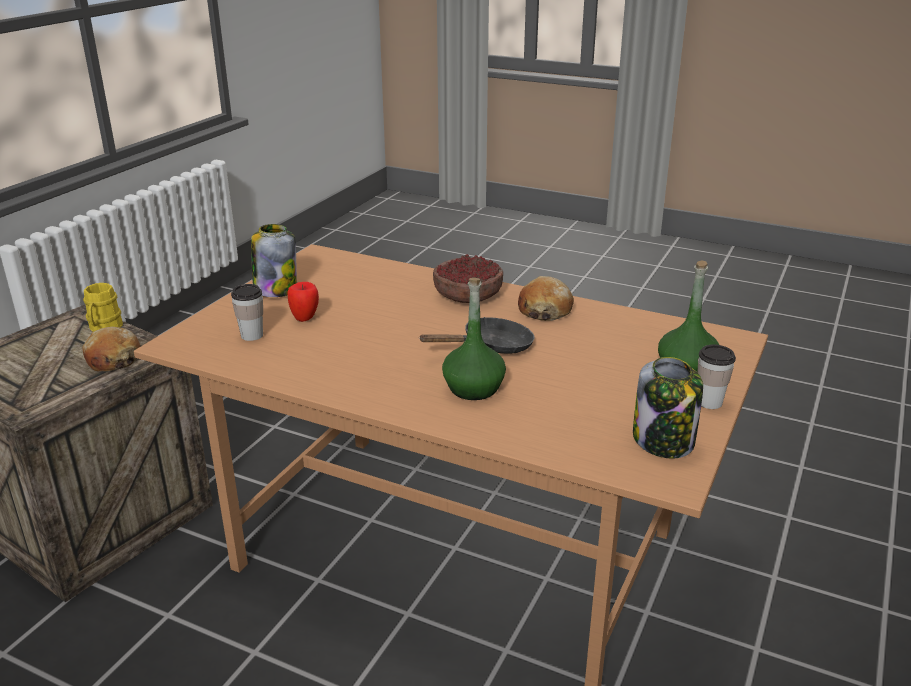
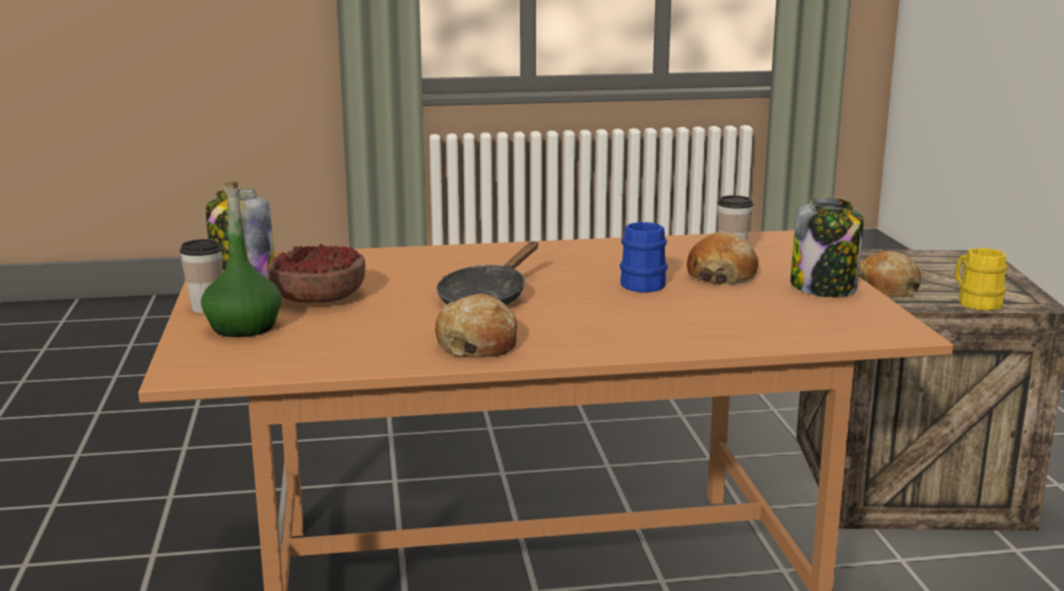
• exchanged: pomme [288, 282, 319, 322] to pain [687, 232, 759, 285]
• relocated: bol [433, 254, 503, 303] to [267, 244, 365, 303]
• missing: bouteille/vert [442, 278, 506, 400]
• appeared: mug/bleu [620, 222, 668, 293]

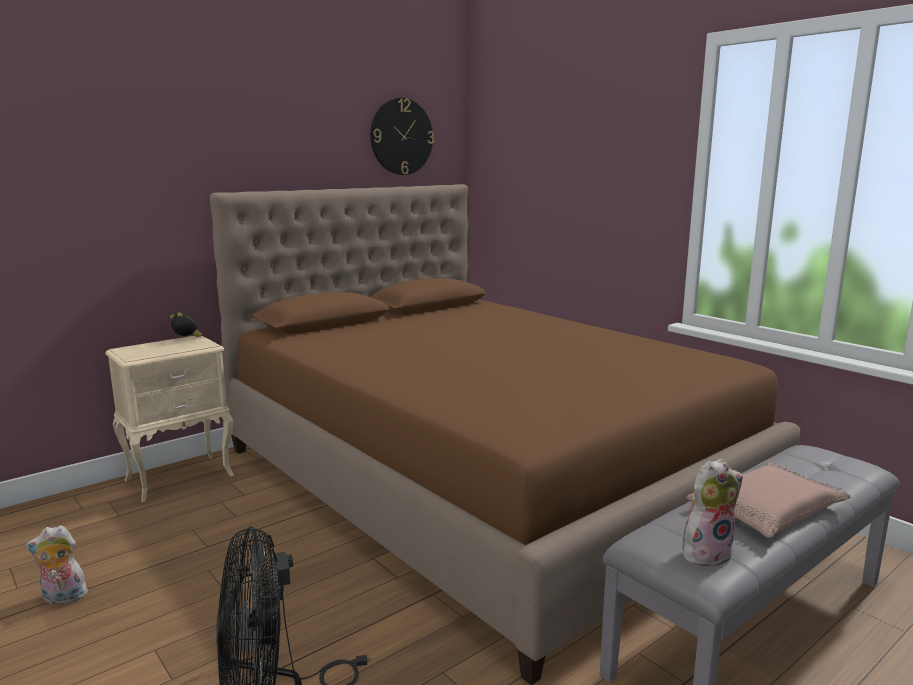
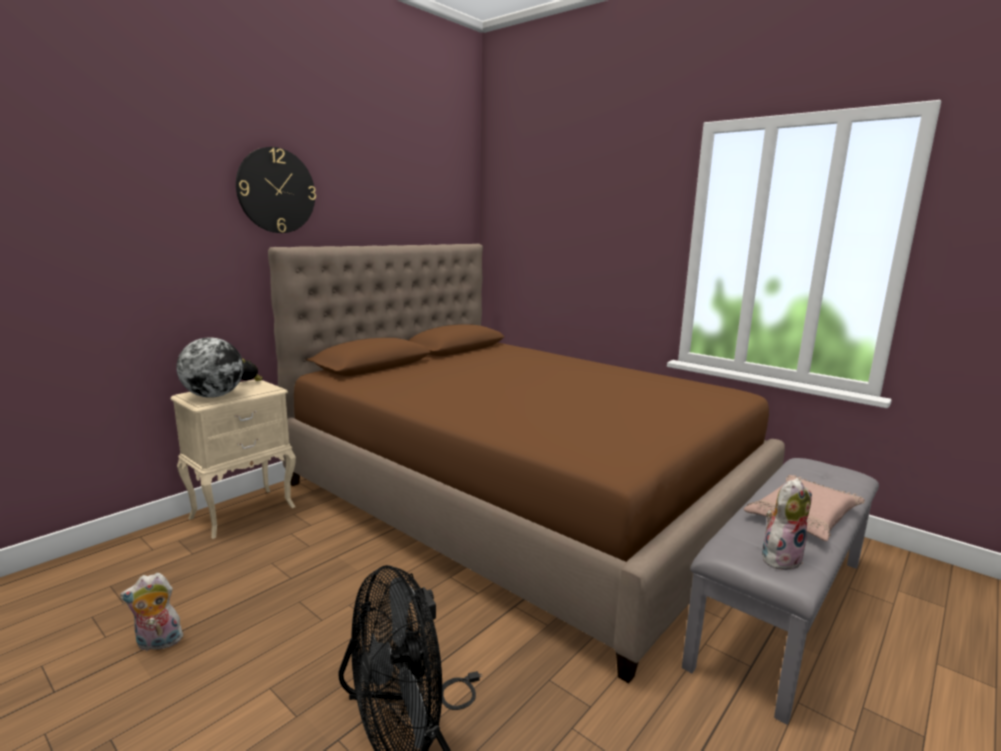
• relocated: horloge murale [370, 98, 434, 175] to [236, 147, 316, 233]
• appeared: globe [176, 337, 244, 398]

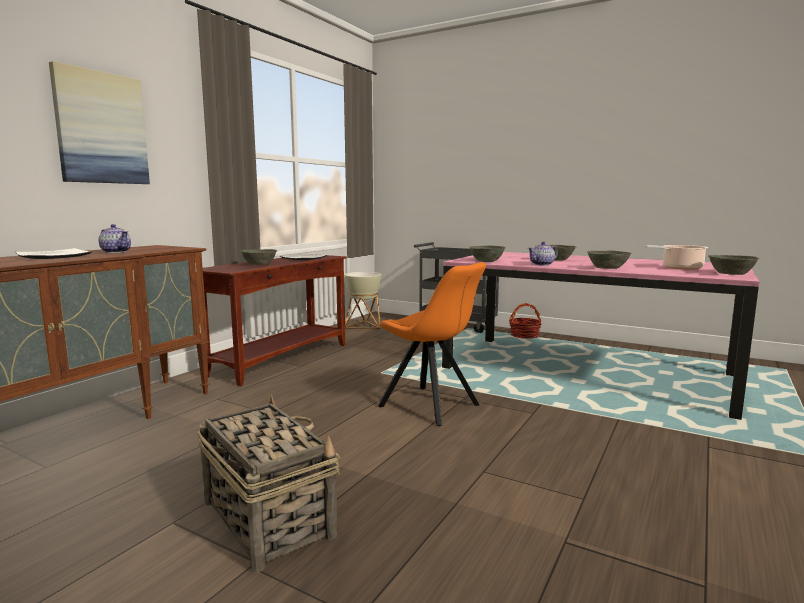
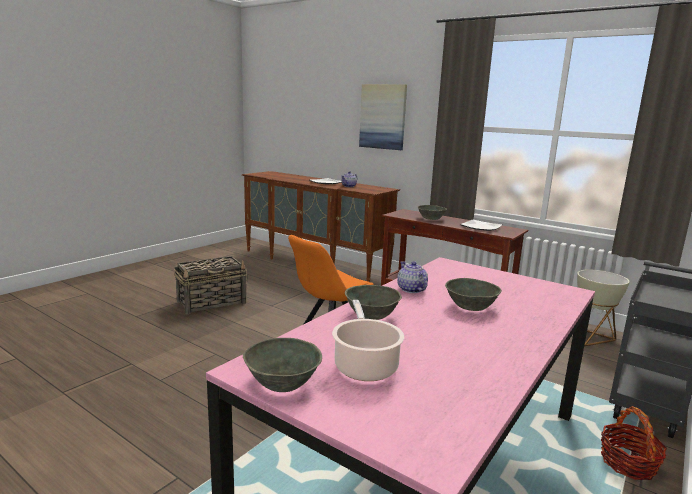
• missing: bol/gris [469, 246, 506, 262]

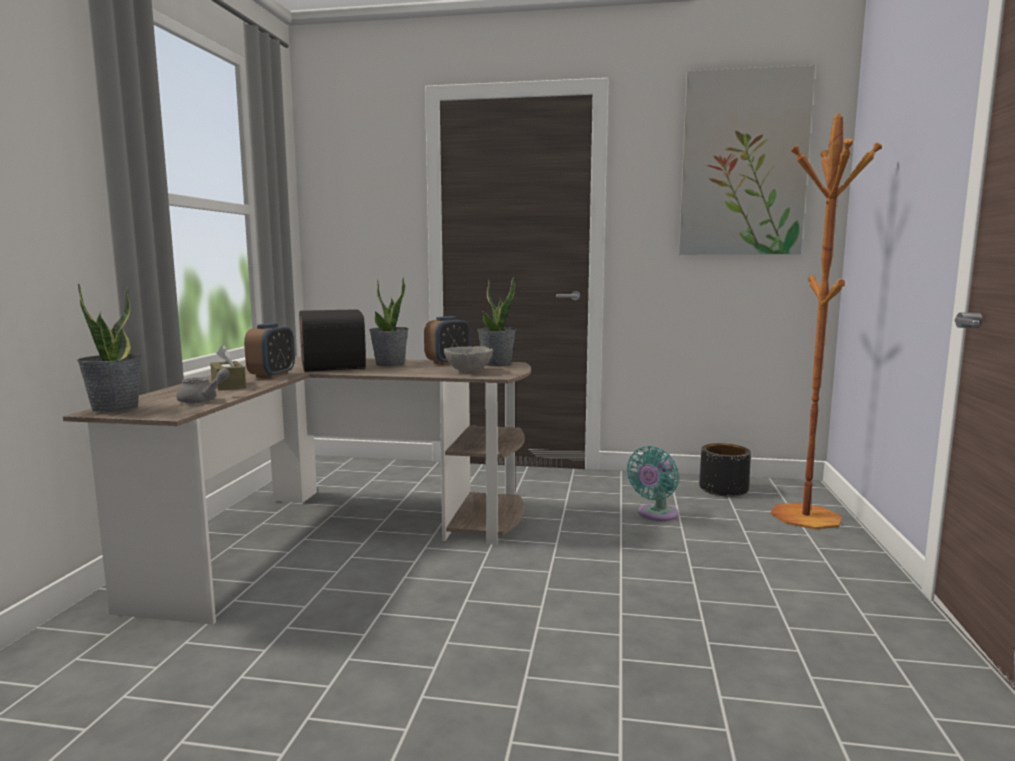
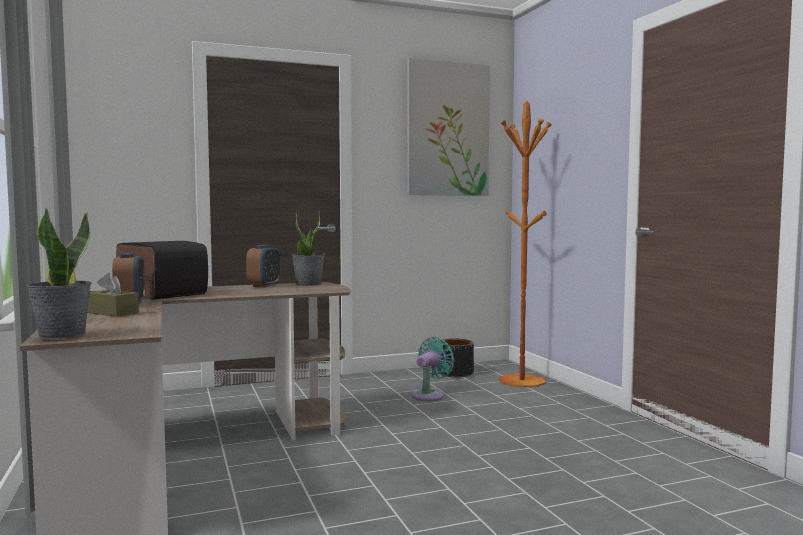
• missing: théière/gris [176, 368, 230, 404]
• missing: plante en pot [369, 277, 409, 366]
• missing: bol/gris [444, 346, 493, 372]
• spun: ventilateur/turquoise [627, 446, 679, 521] = [412, 337, 454, 401] 150 degrees counterclockwise

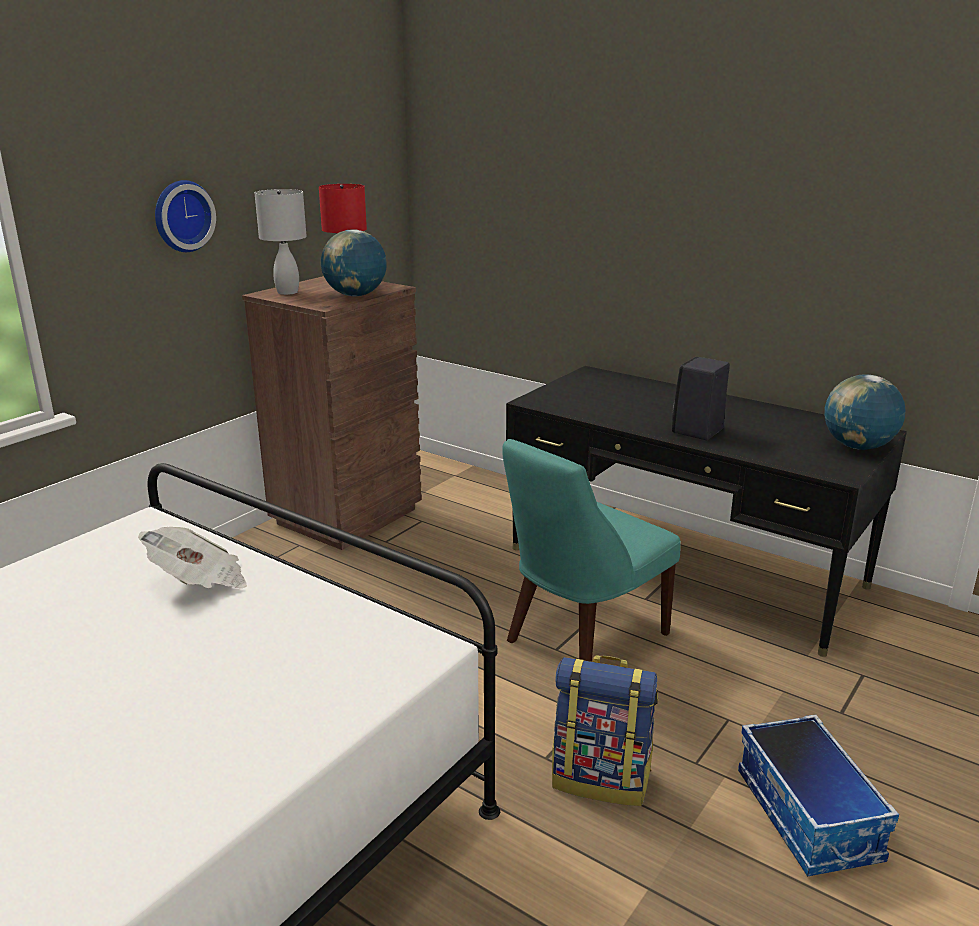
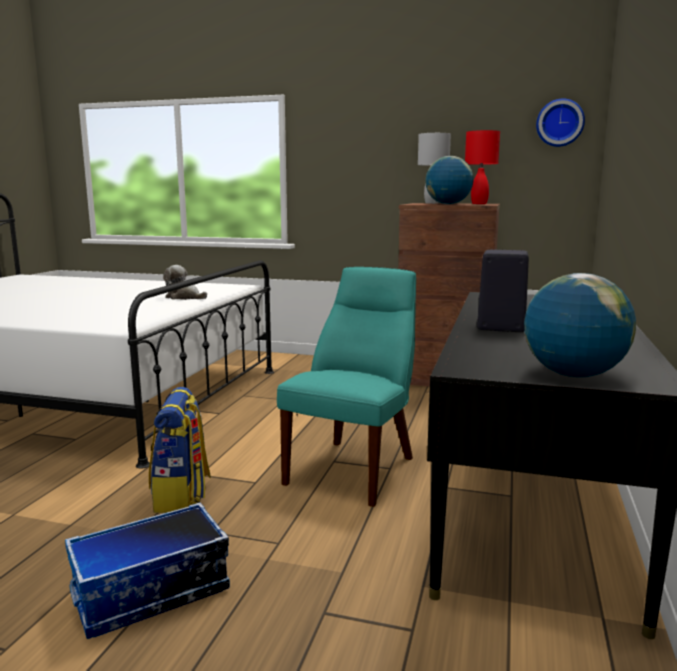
• exchanged: journal [138, 527, 247, 588] to peluche [163, 265, 207, 300]
• relocated: horloge murale [155, 180, 216, 252] to [536, 98, 585, 147]
• spun: chaise/turquoise [502, 439, 681, 662] = [277, 267, 416, 507] 90 degrees clockwise

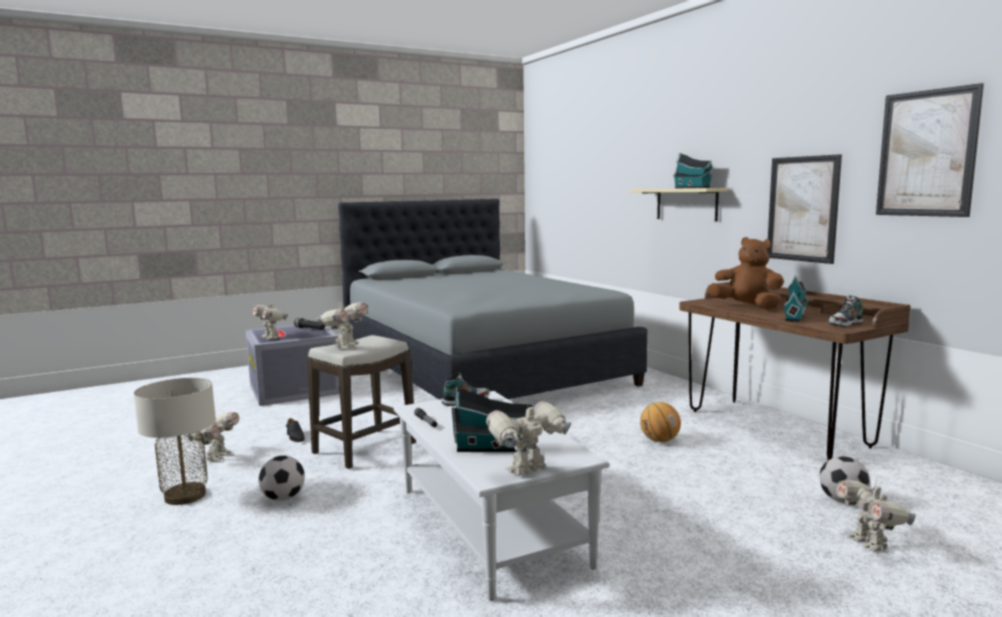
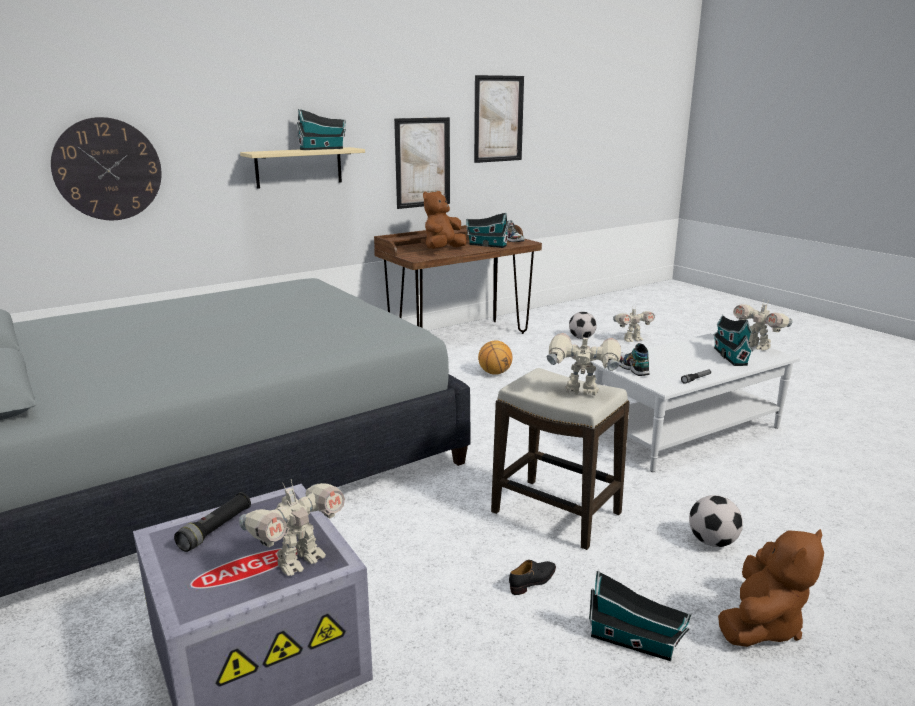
• exchanged: lampe de table [133, 378, 216, 505] to peluche/marron [718, 529, 824, 647]
• exchanged: robot jouet [186, 412, 239, 462] to maison miniature [589, 570, 692, 661]
• appeared: horloge murale [51, 117, 162, 220]

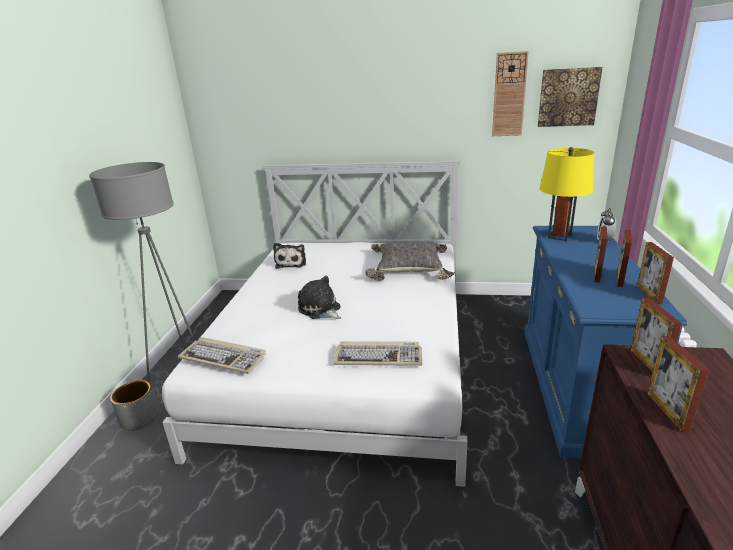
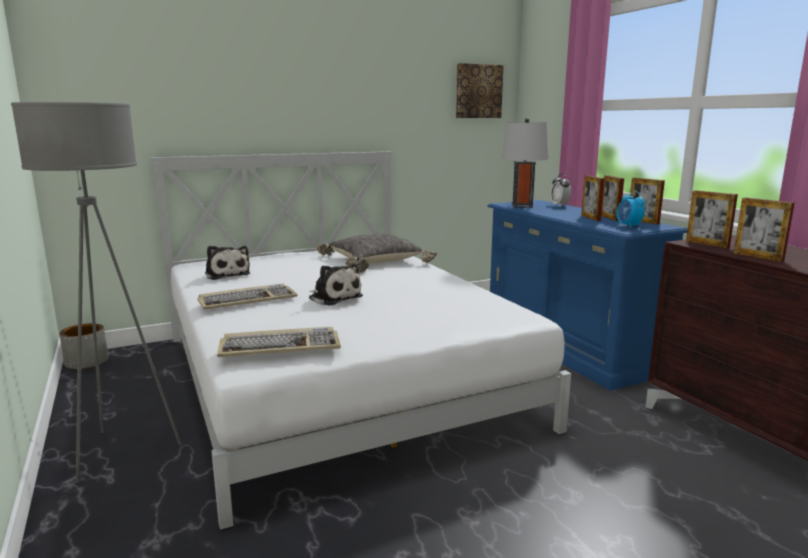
• relocated: cache-pot/gris [110, 380, 160, 431] to [59, 323, 108, 369]
• spun: peluche [298, 276, 341, 319] = [309, 263, 363, 306] 150 degrees counterclockwise
• relocated: clavier [334, 341, 422, 366] to [198, 284, 297, 310]
• missing: horloge murale [492, 51, 529, 136]
• colour: lampe de table/jaune [539, 147, 594, 241] to lampe de table/gris [501, 118, 549, 208]
• appeared: réveil [616, 191, 645, 228]

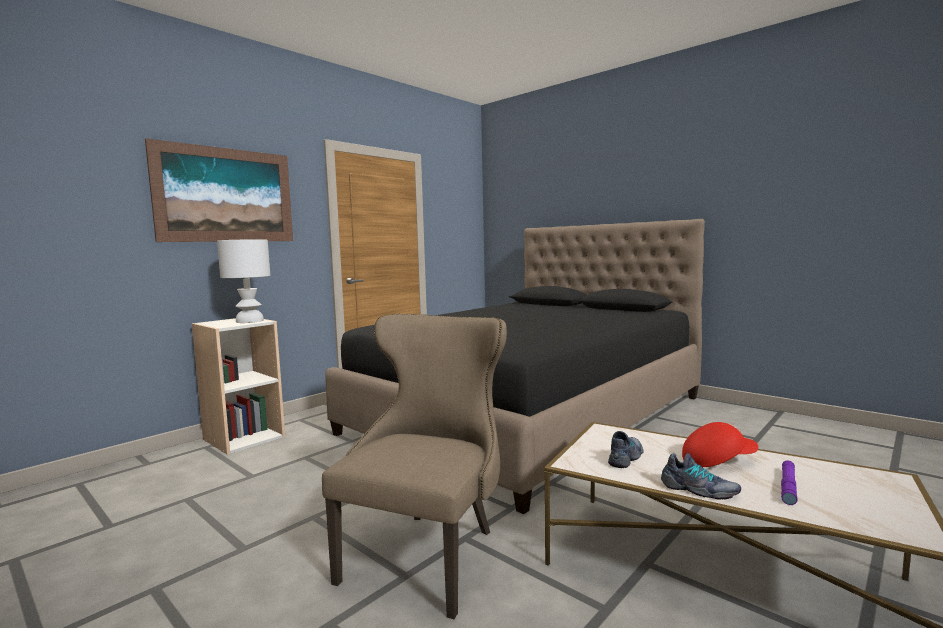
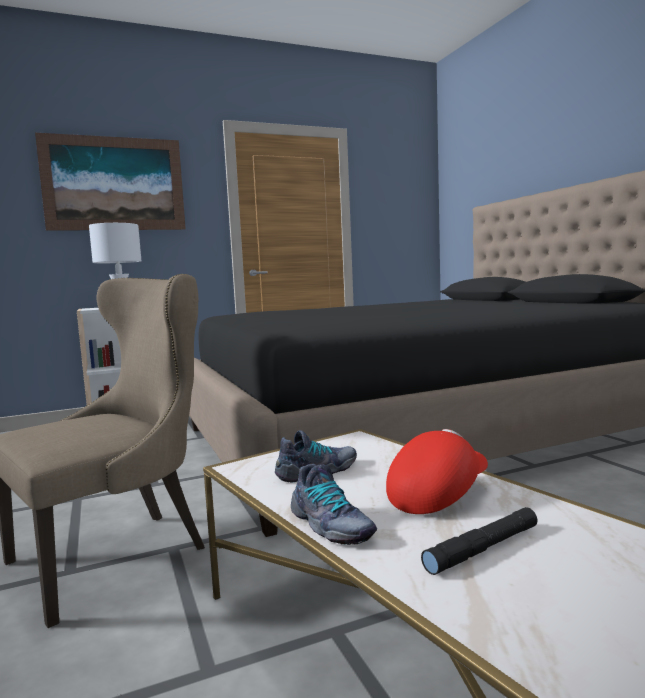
• spun: casquette/rouge [682, 422, 758, 467] = [386, 429, 488, 514] 60 degrees counterclockwise
• colour: lampe de poche/violet [781, 460, 798, 505] to lampe de poche/noir [421, 507, 538, 575]

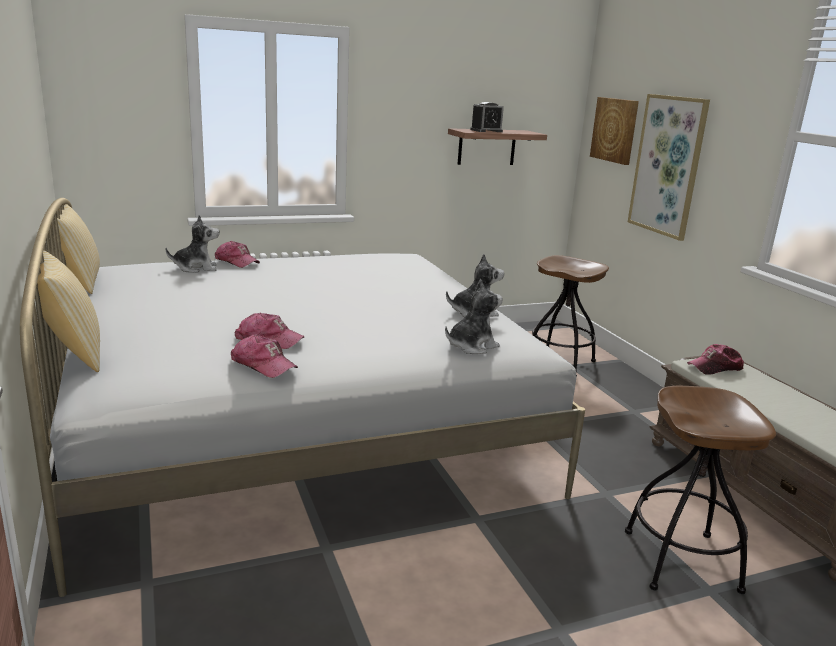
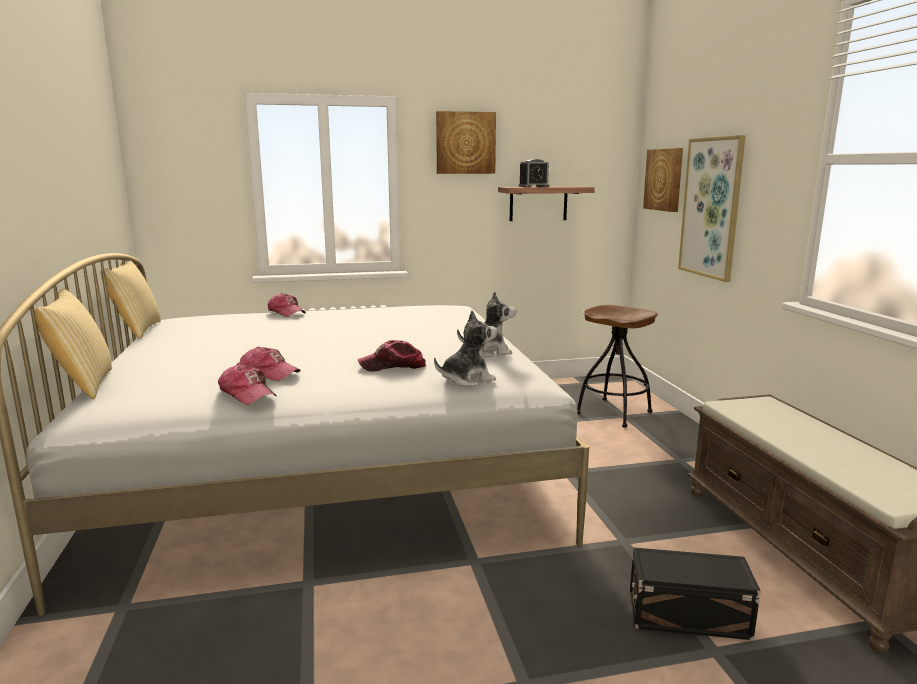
• missing: peluche [166, 214, 220, 273]
• exchanged: tabouret/marron [625, 386, 776, 594] to boîte de rangement/noir [630, 547, 761, 640]
• relocated: casquette [687, 344, 744, 375] to [358, 340, 426, 371]
• appeared: tableau [436, 111, 496, 174]

